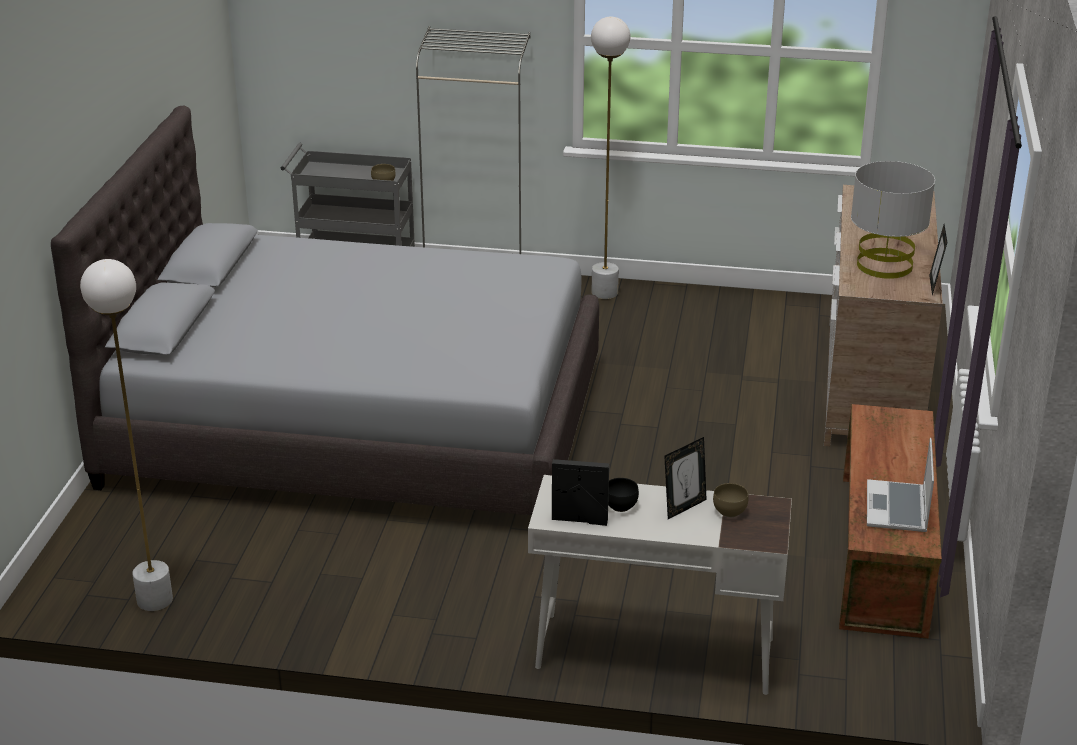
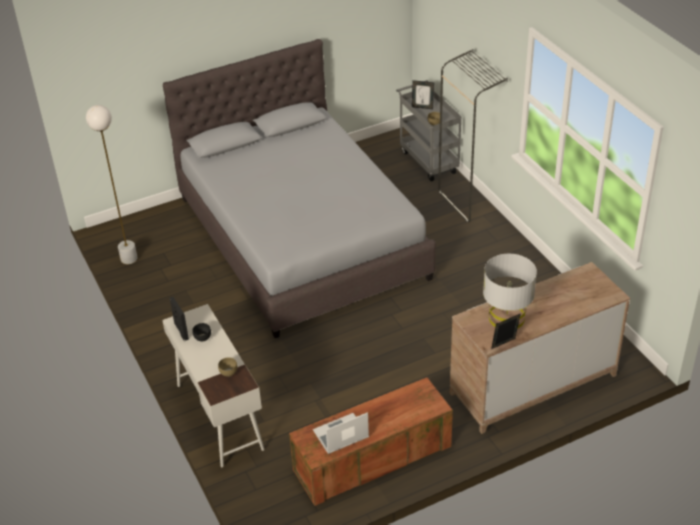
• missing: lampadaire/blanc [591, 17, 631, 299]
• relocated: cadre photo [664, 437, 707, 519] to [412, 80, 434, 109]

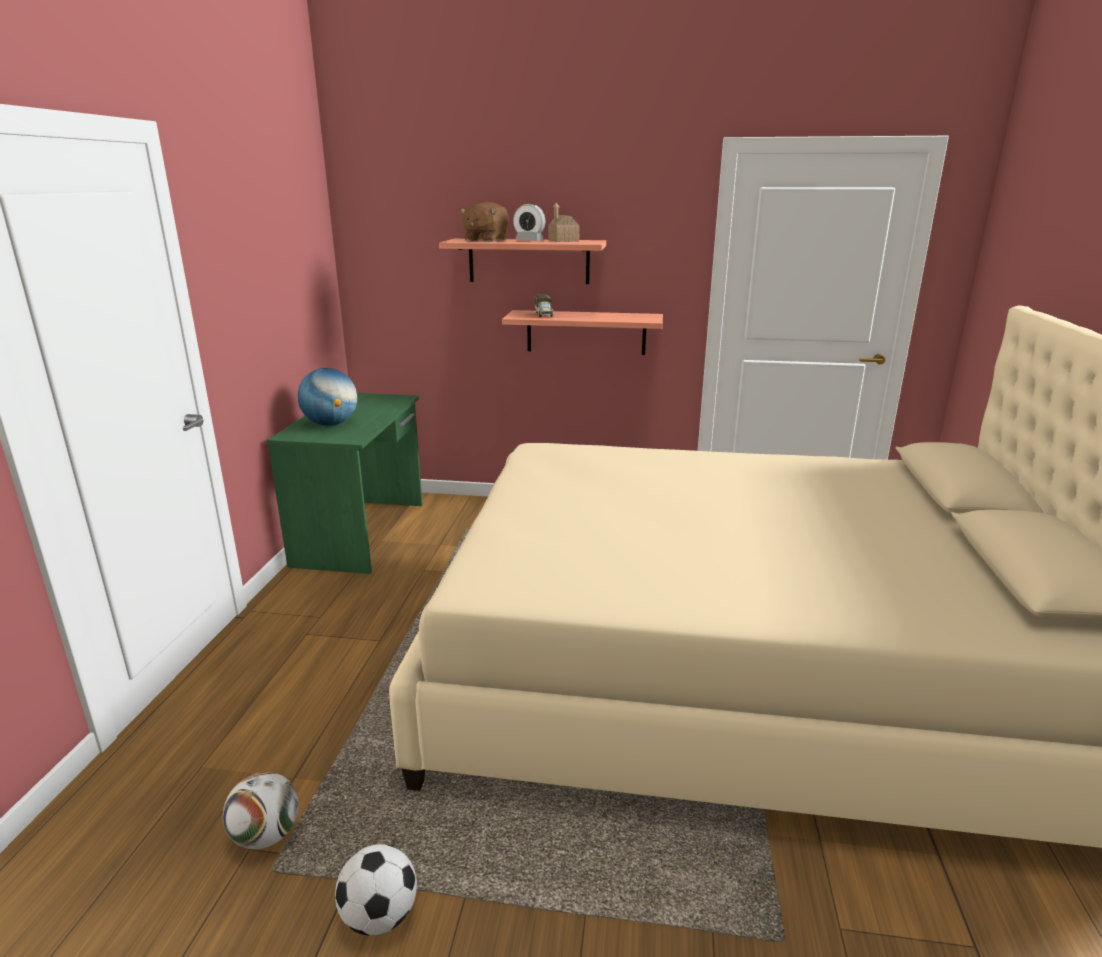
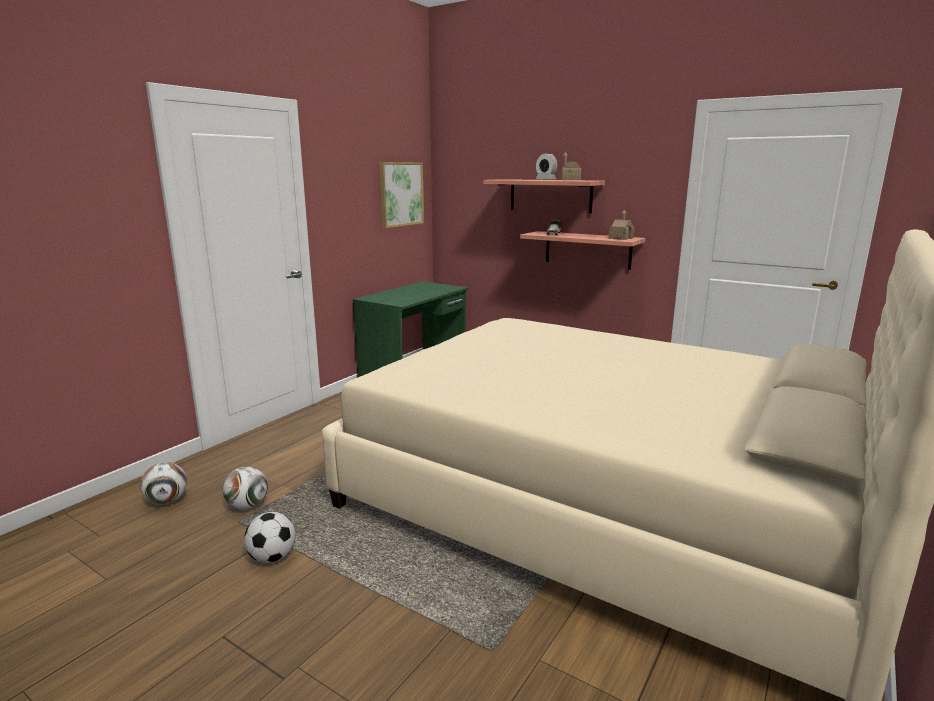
• missing: globe [298, 368, 357, 426]
• missing: peluche/marron [460, 202, 509, 242]
• appeared: ballon de foot [140, 462, 187, 505]
• appeared: tableau [379, 162, 424, 228]
• appeared: maison miniature [608, 210, 634, 240]

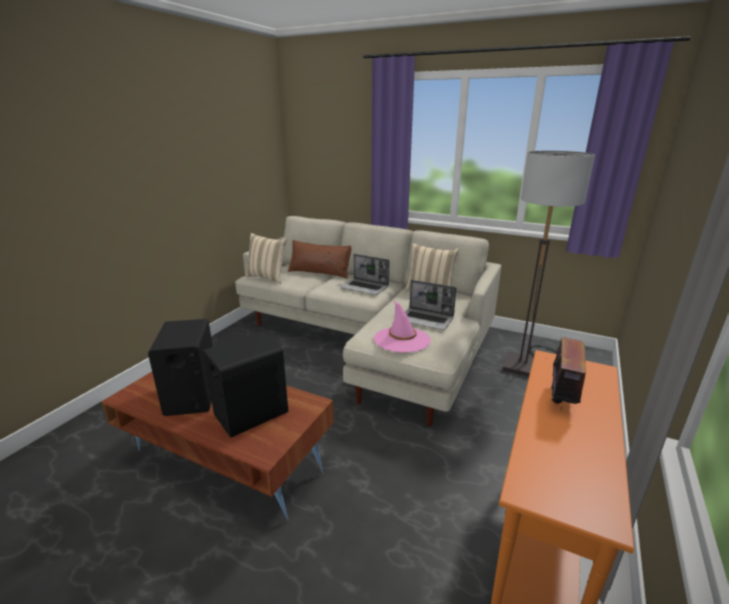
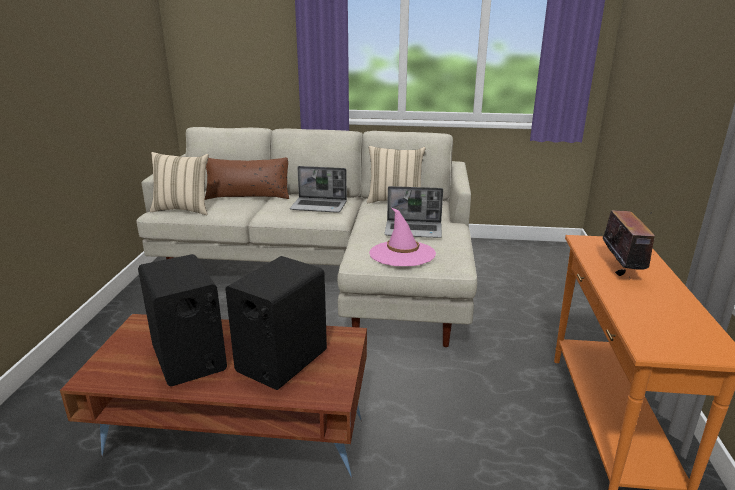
• missing: lampadaire [502, 151, 595, 377]

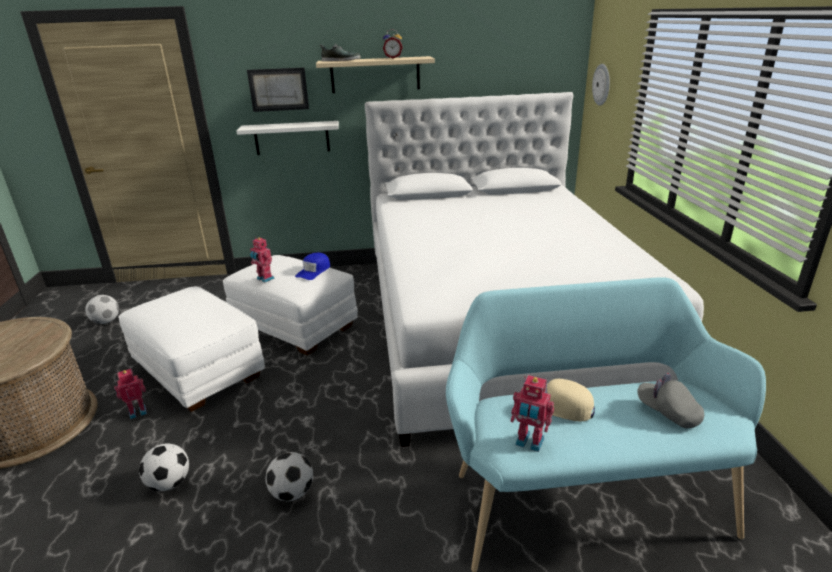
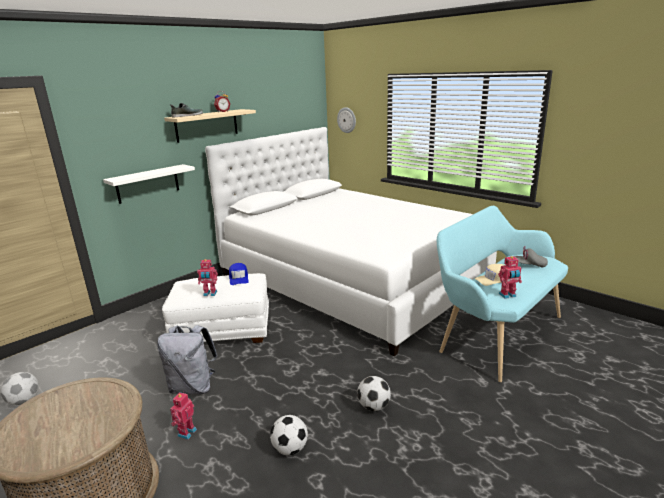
• exchanged: pouf/blanc [119, 287, 265, 412] to sac à dos/gris [157, 325, 218, 394]
• missing: tableau [247, 67, 309, 112]

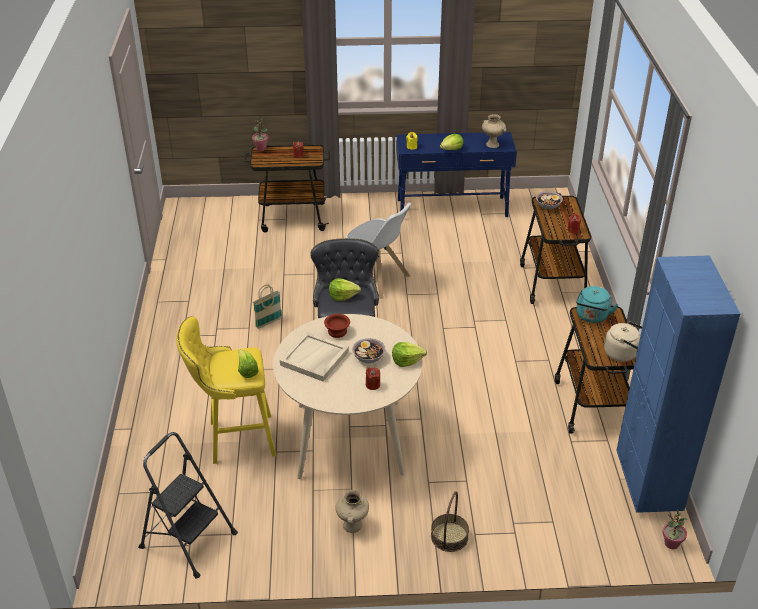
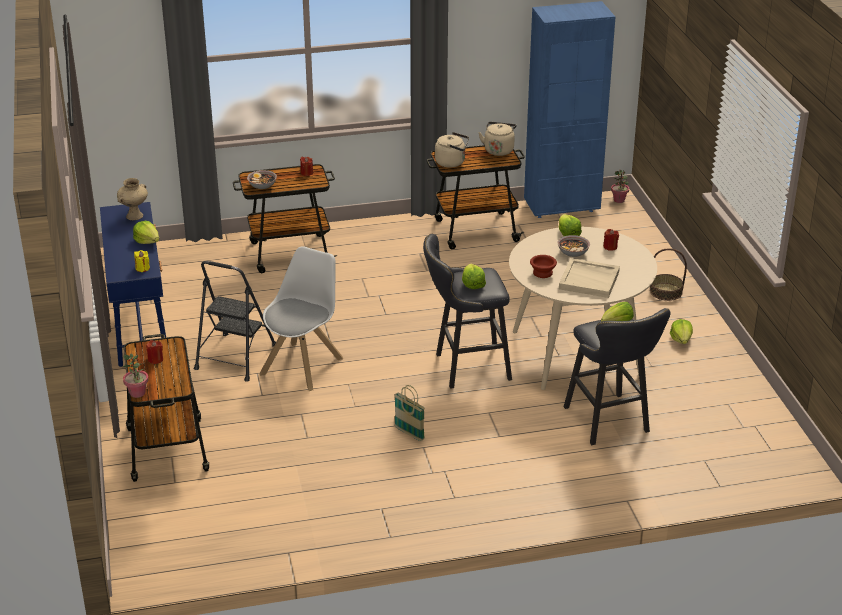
• relocated: escabeau/noir [138, 432, 238, 579] to [194, 261, 276, 382]
• colour: tabouret/jaune [176, 316, 276, 464] to tabouret/noir [564, 308, 671, 445]
• exchanged: vase/beige [335, 490, 369, 533] to laitue [670, 319, 693, 344]
• colour: bouilloire/turquoise [576, 286, 619, 323] to bouilloire/beige [435, 132, 469, 168]

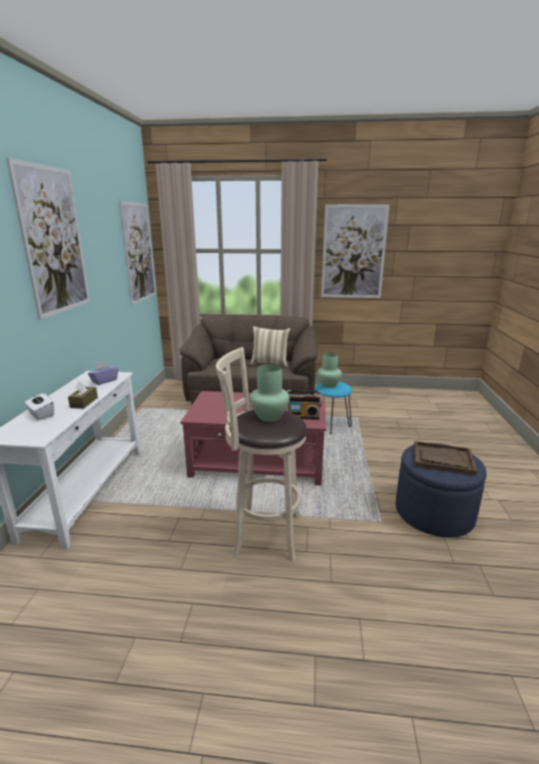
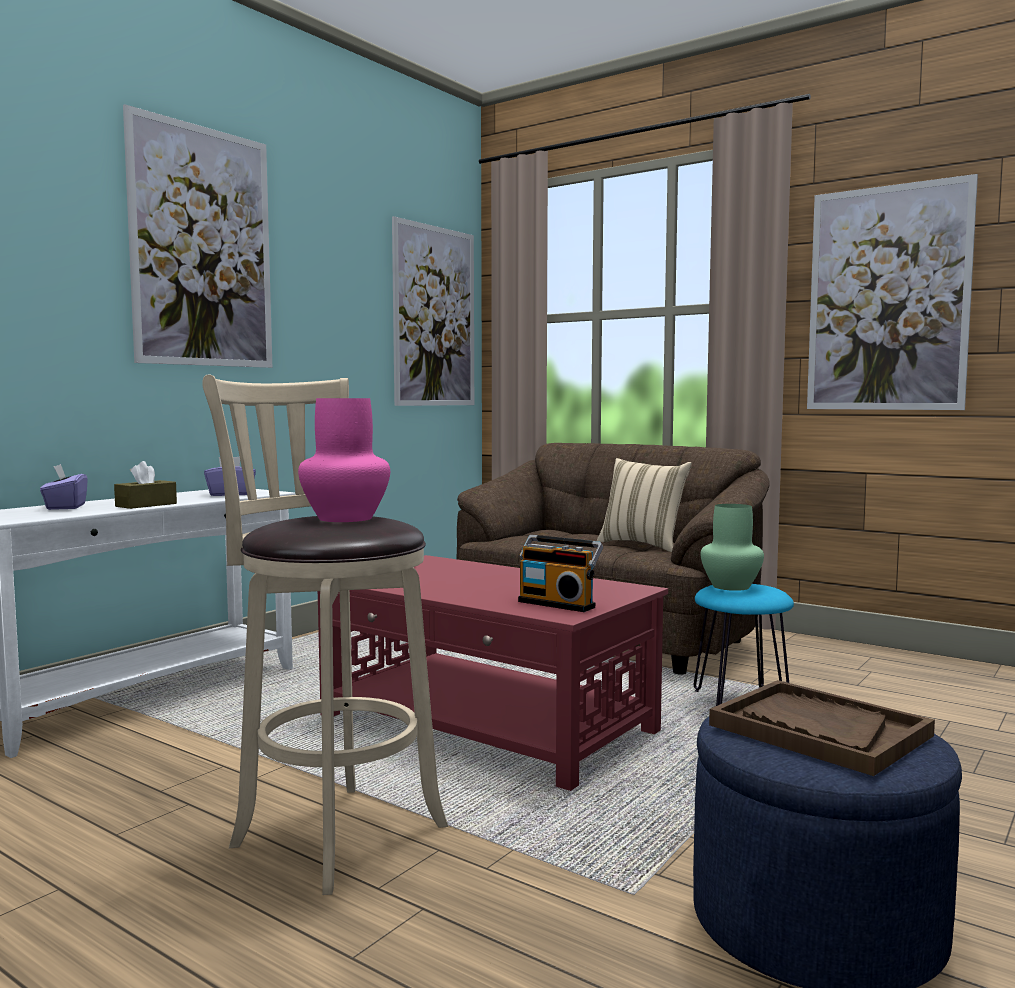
• colour: boîte à mouchoirs/blanc [24, 393, 54, 420] to boîte à mouchoirs/violet [40, 464, 88, 510]
• colour: vase/vert [250, 364, 290, 422] to vase/rose [298, 398, 390, 522]

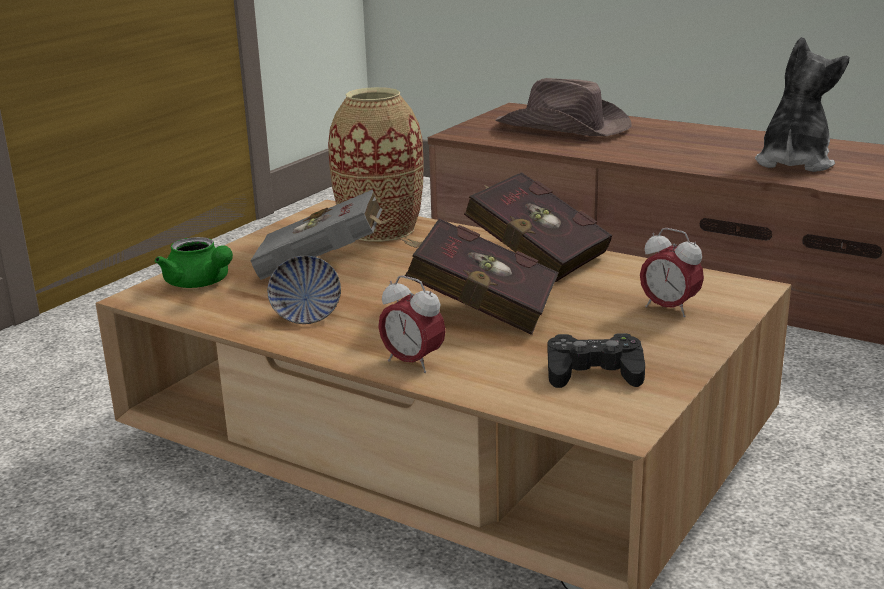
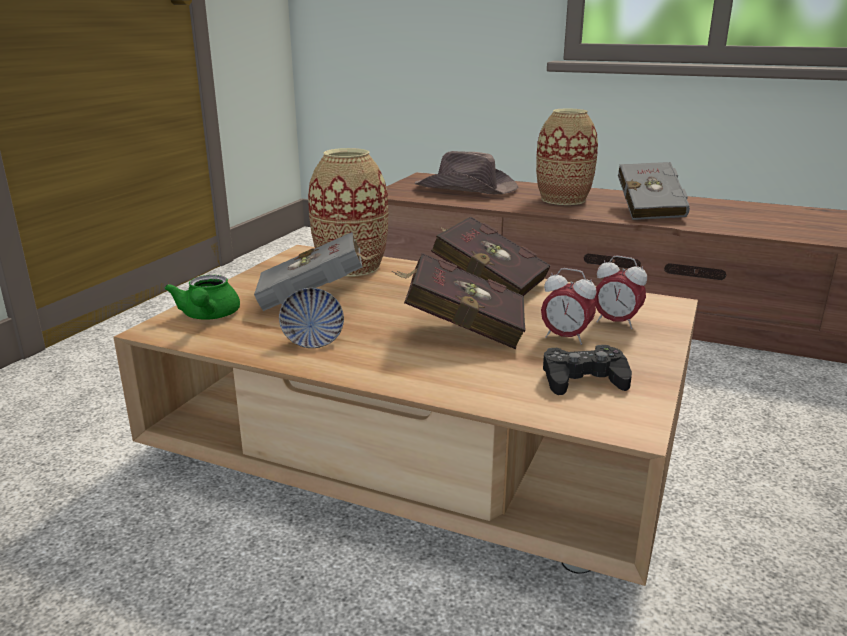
• spun: théière/vert [155, 237, 233, 288] = [165, 275, 240, 320] 45 degrees clockwise
• relocated: réveil [378, 275, 446, 373] to [541, 268, 596, 345]
• exchanged: peluche [755, 37, 849, 172] to livre/gris [618, 162, 690, 220]
• appeared: vase [536, 109, 598, 205]

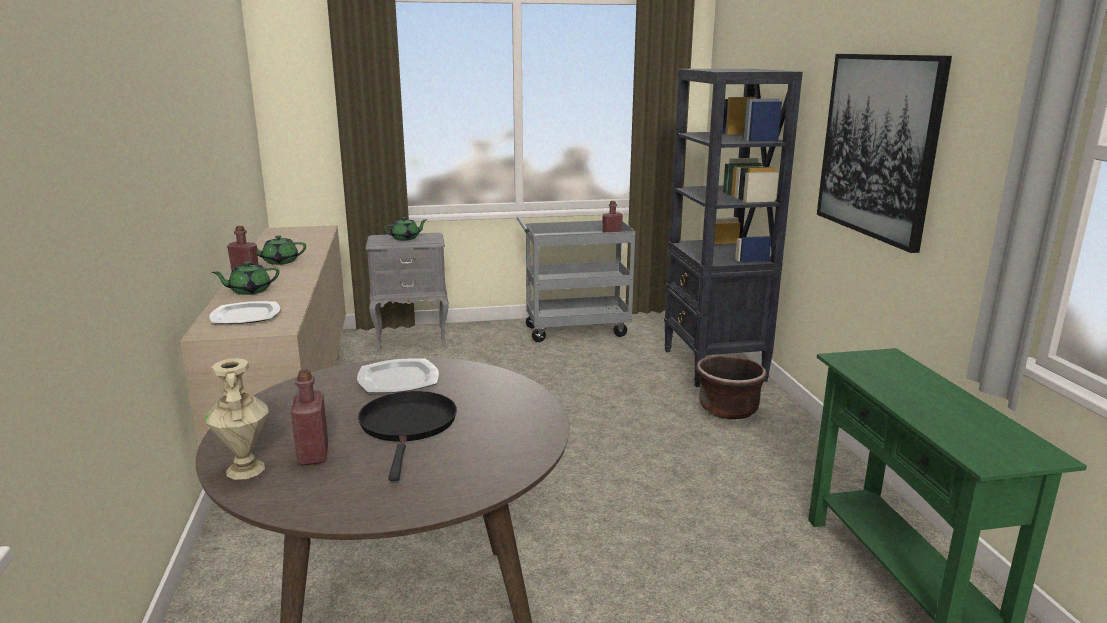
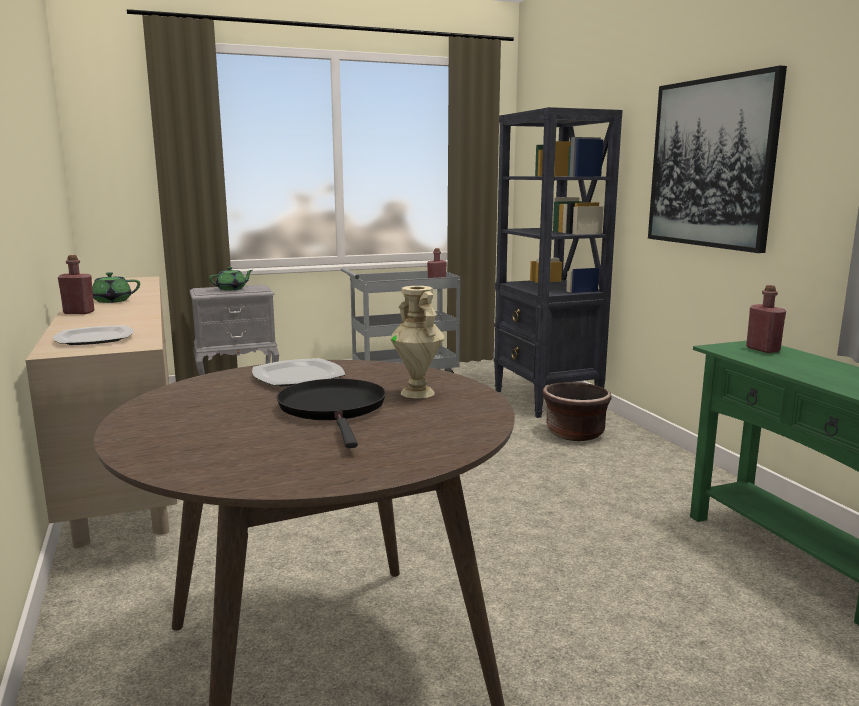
• relocated: vase/beige [206, 358, 269, 480] to [390, 286, 444, 399]
• missing: théière/vert [212, 261, 279, 295]
• relocated: bouteille/rouge [291, 369, 328, 465] to [746, 285, 786, 353]

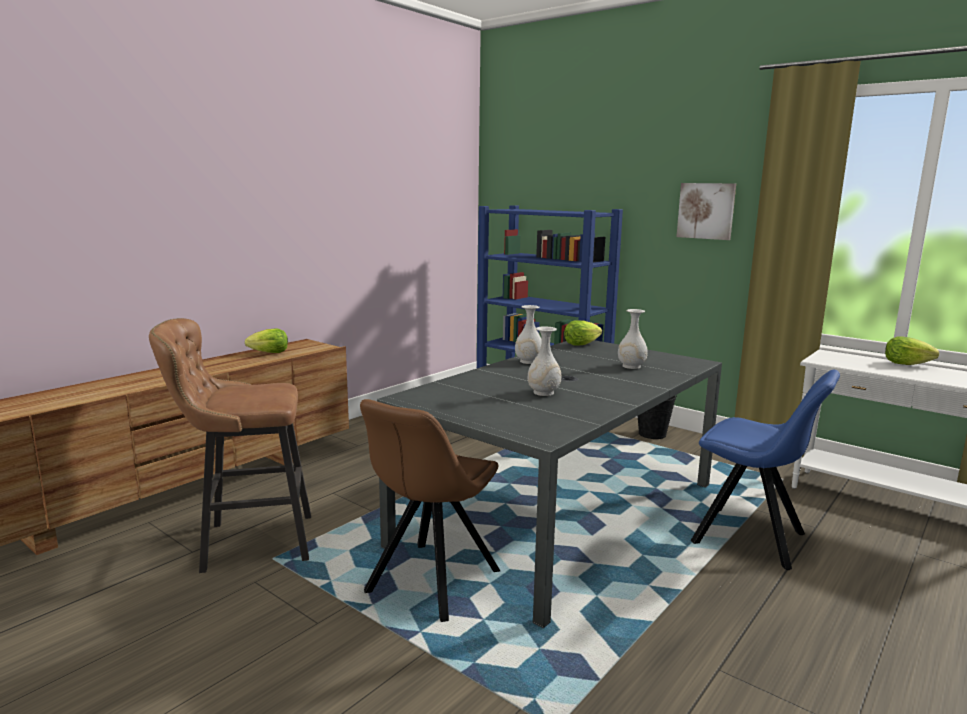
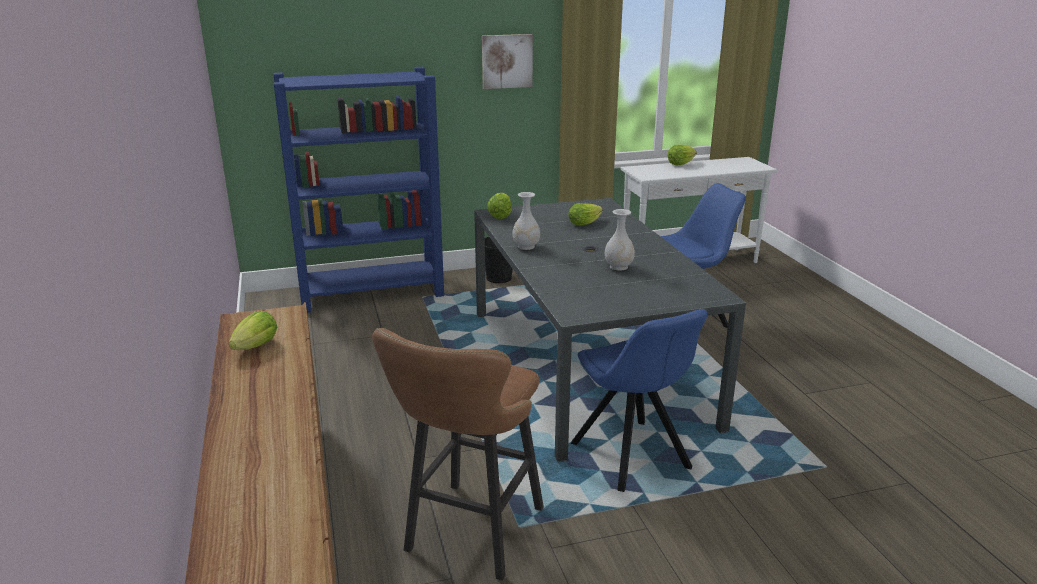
• colour: chaise/marron [360, 399, 500, 622] to chaise/bleu [571, 309, 707, 492]
• exchanged: vase/blanc [618, 309, 648, 369] to laitue [569, 203, 603, 226]

